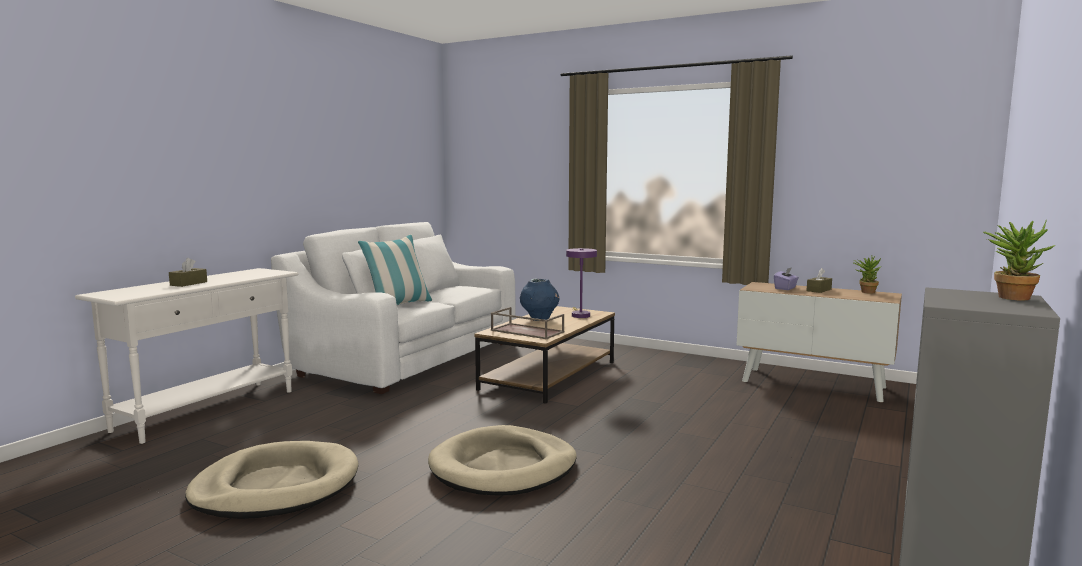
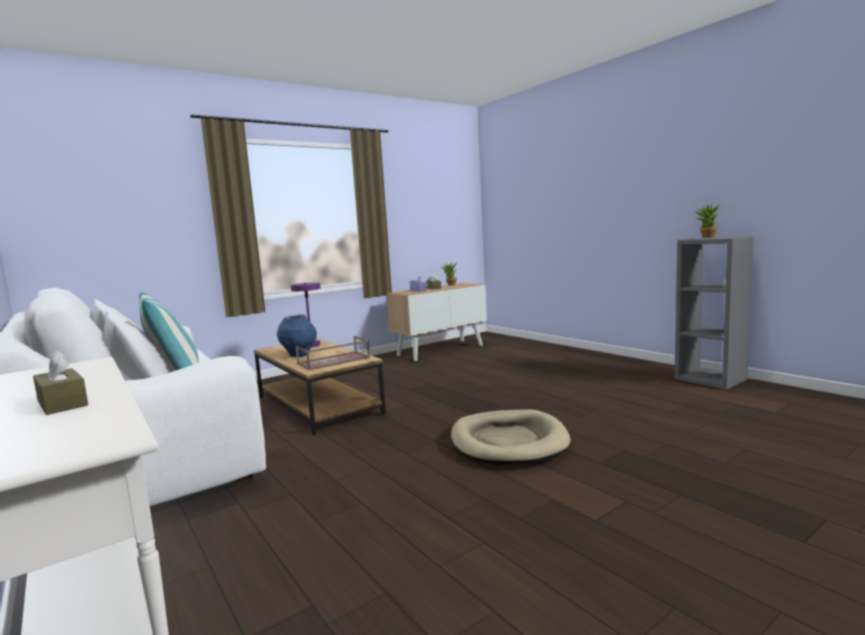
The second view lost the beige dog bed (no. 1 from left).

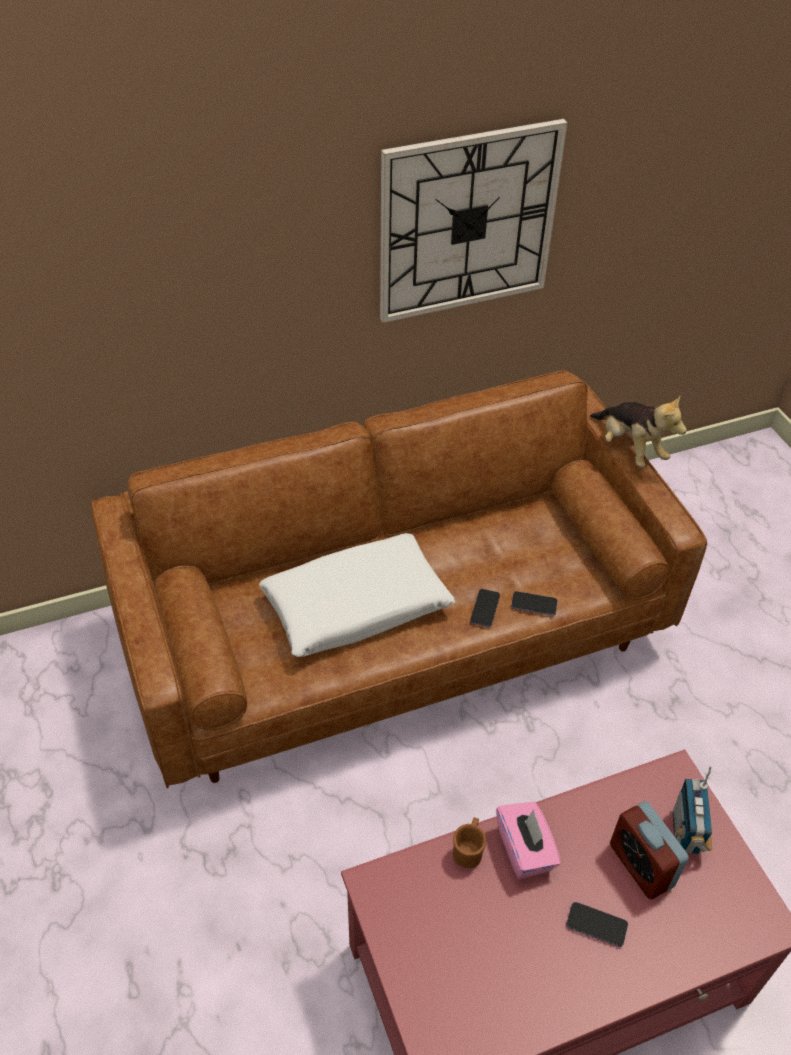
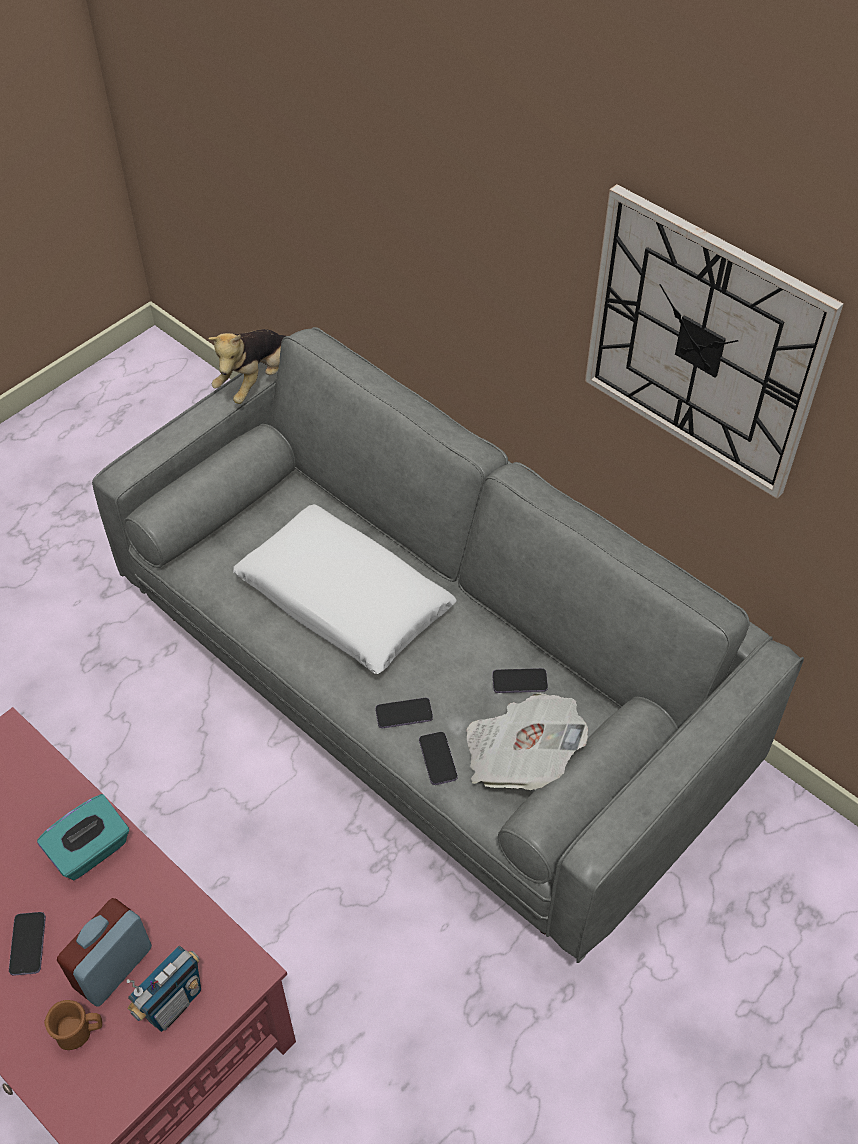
What was the brown sofa turned into the grey sofa. The plush toy ended up elsewhere. The radio ended up facing another way, 150 degrees clockwise from before. What was the pink tissue box turned into the turquoise tissue box. The brown mug ended up elsewhere. The second view gained the phone (no. 4 from left). The second view gained the newspaper.

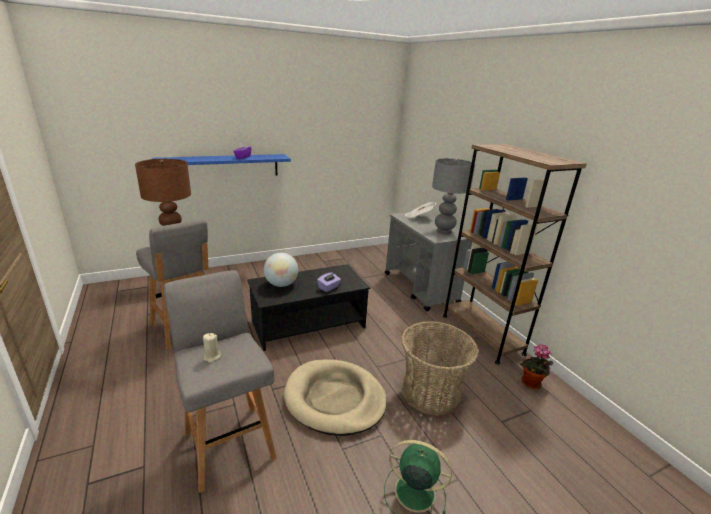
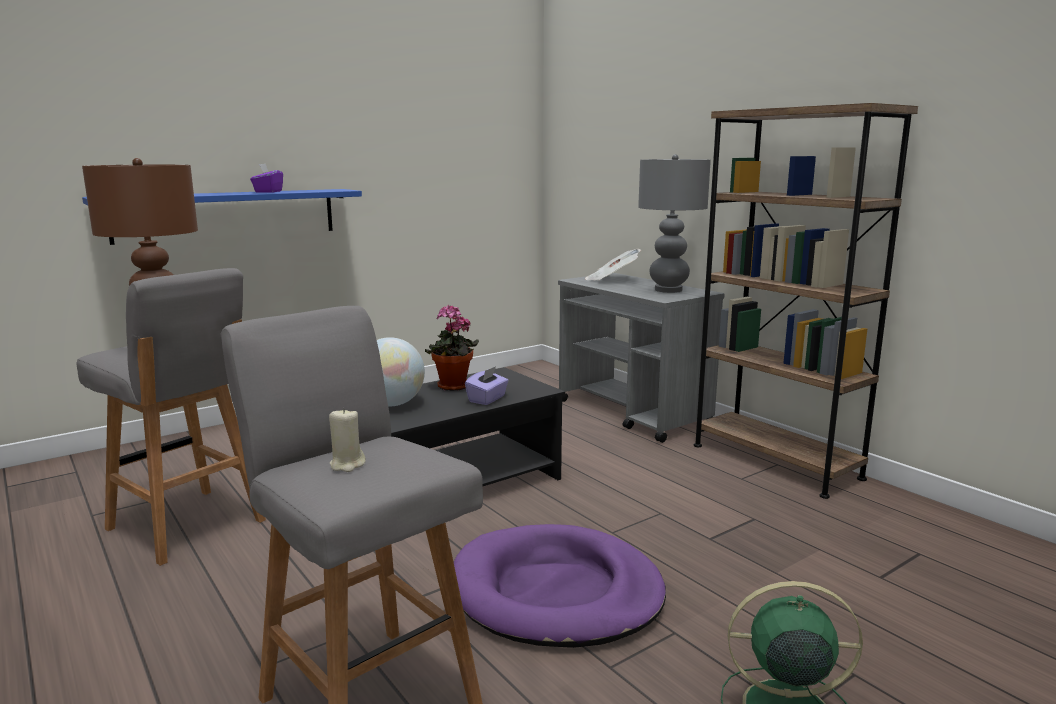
The second view lost the basket. The potted plant ended up elsewhere. What was the beige dog bed turned into the purple dog bed.

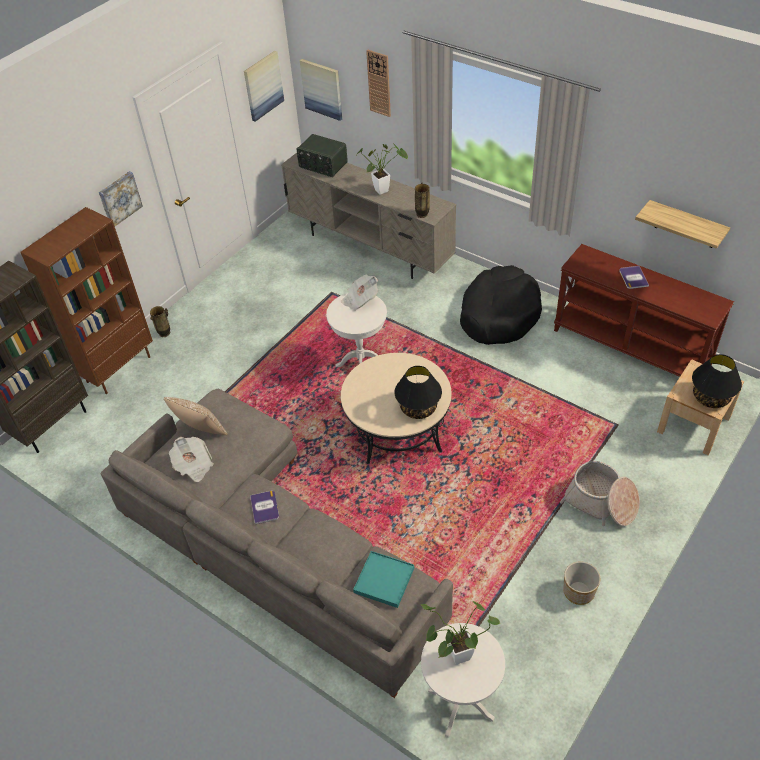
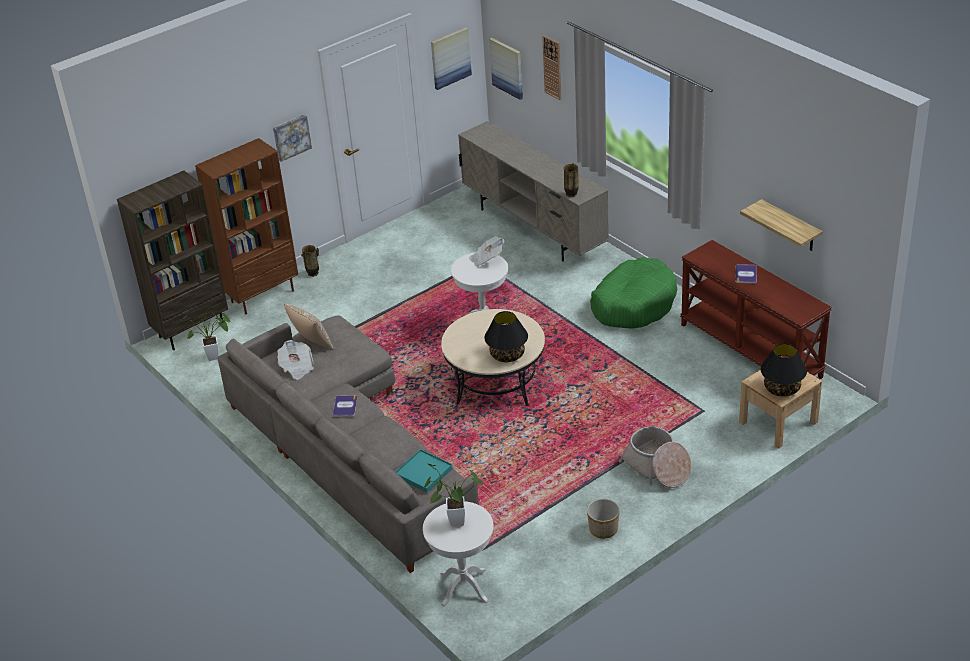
The second view lost the radio. The potted plant (no. 1 from left) ended up elsewhere. What was the black dog bed turned into the green dog bed.

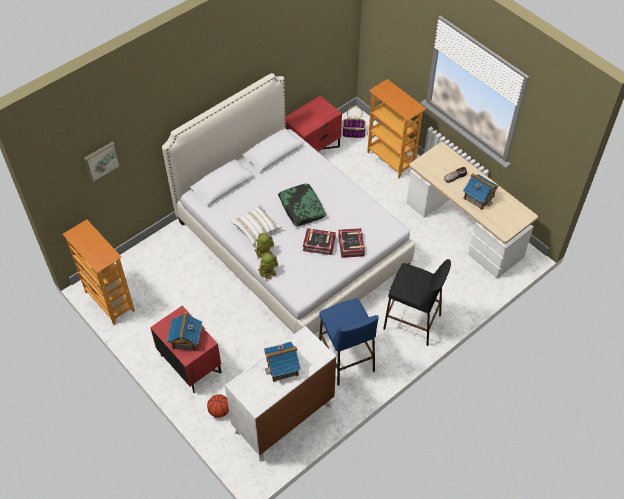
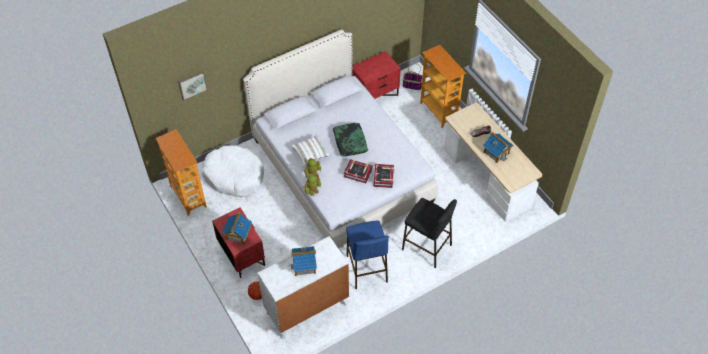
The second view gained the white dog bed.

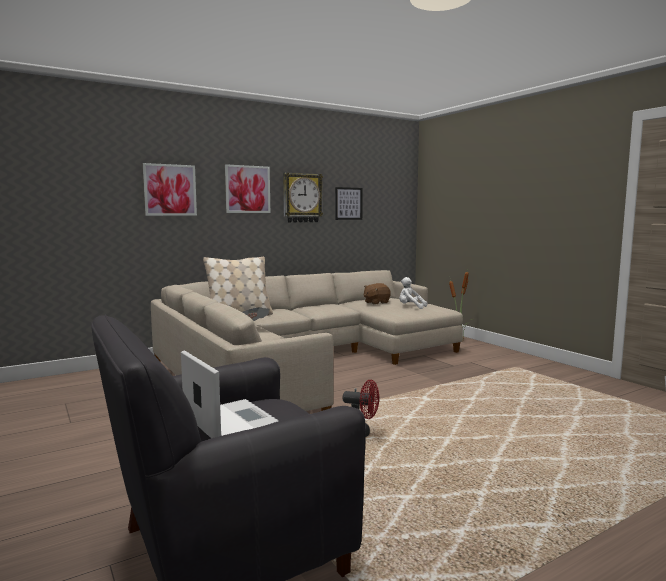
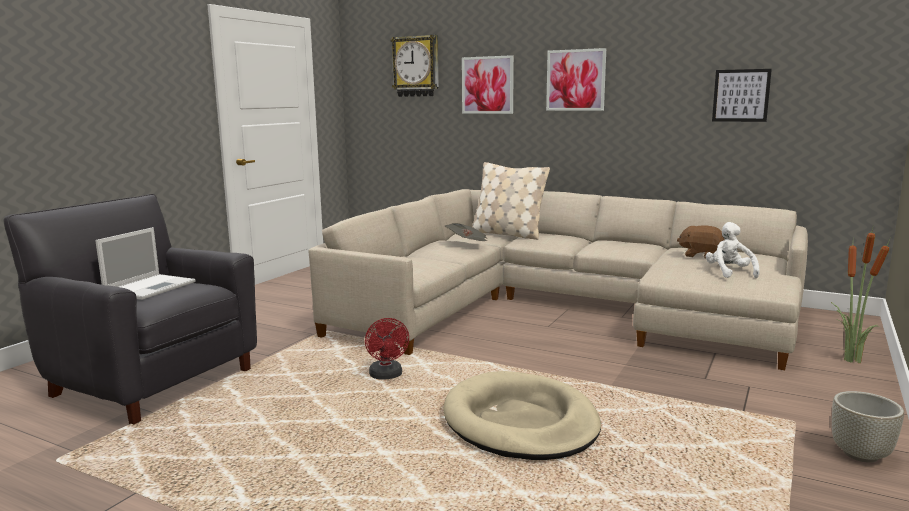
The wall clock ended up elsewhere. The second view gained the beige dog bed. The second view gained the grey planter.

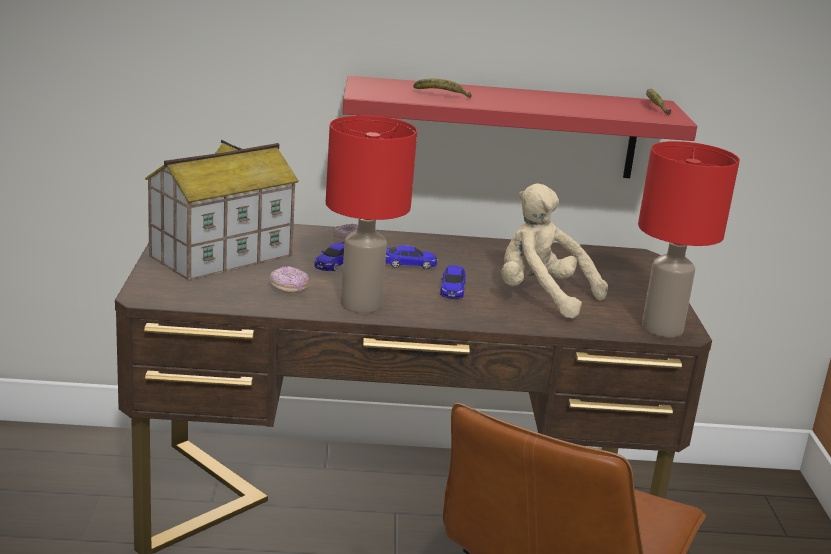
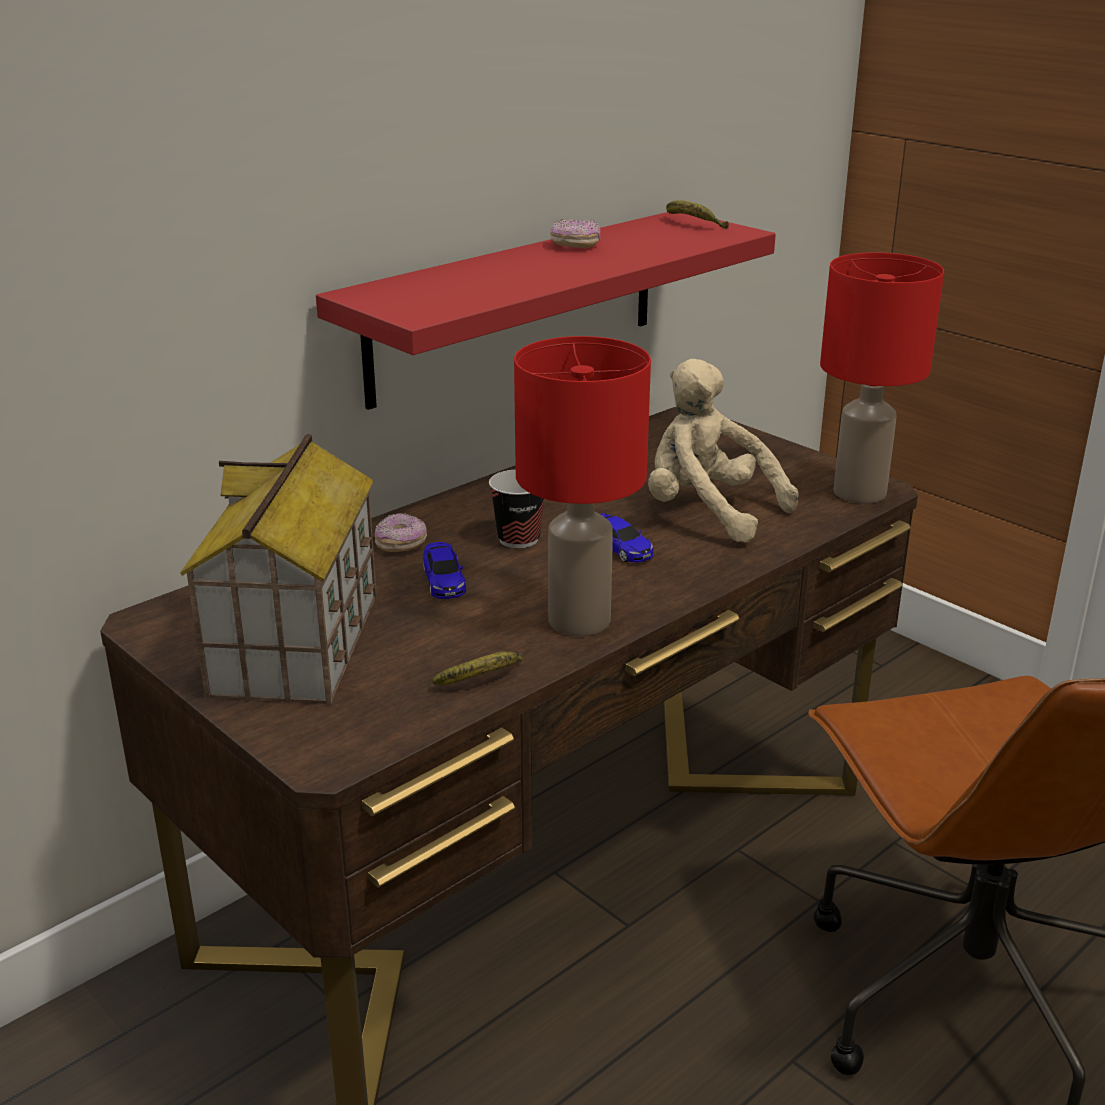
The banana (no. 1 from left) ended up elsewhere. The beige plush toy ended up facing another way, 45 degrees clockwise from before. Where the toy car (no. 2 from left) stood, the cup came to stand. The donut (no. 1 from left in the first image) ended up elsewhere.

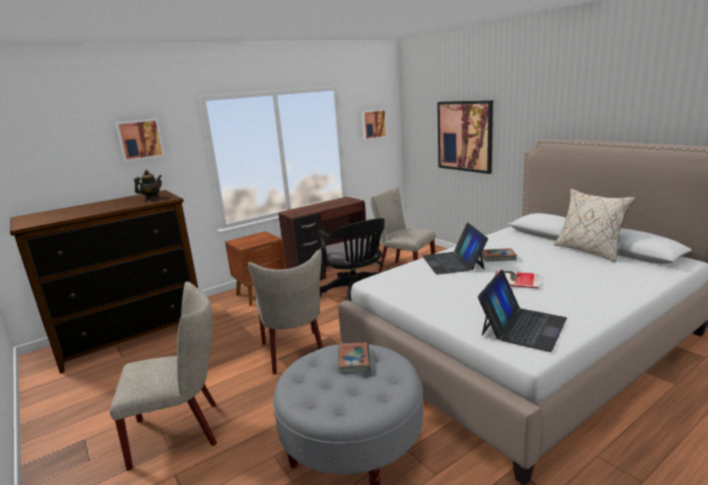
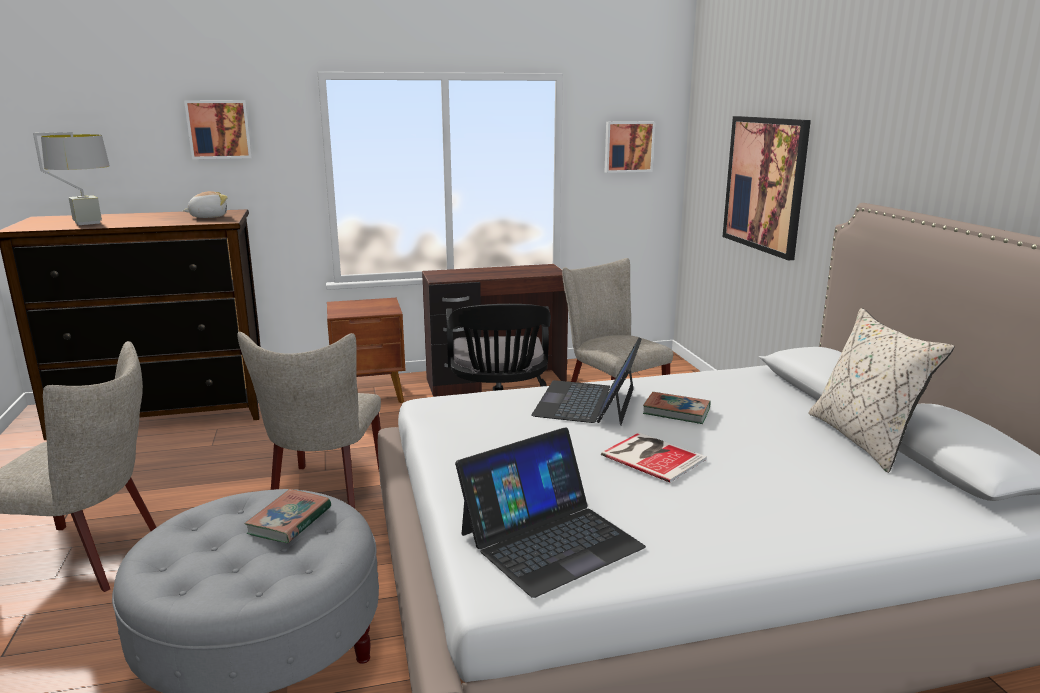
Where the teapot stood, the plush toy came to stand. The second view gained the grey table lamp.

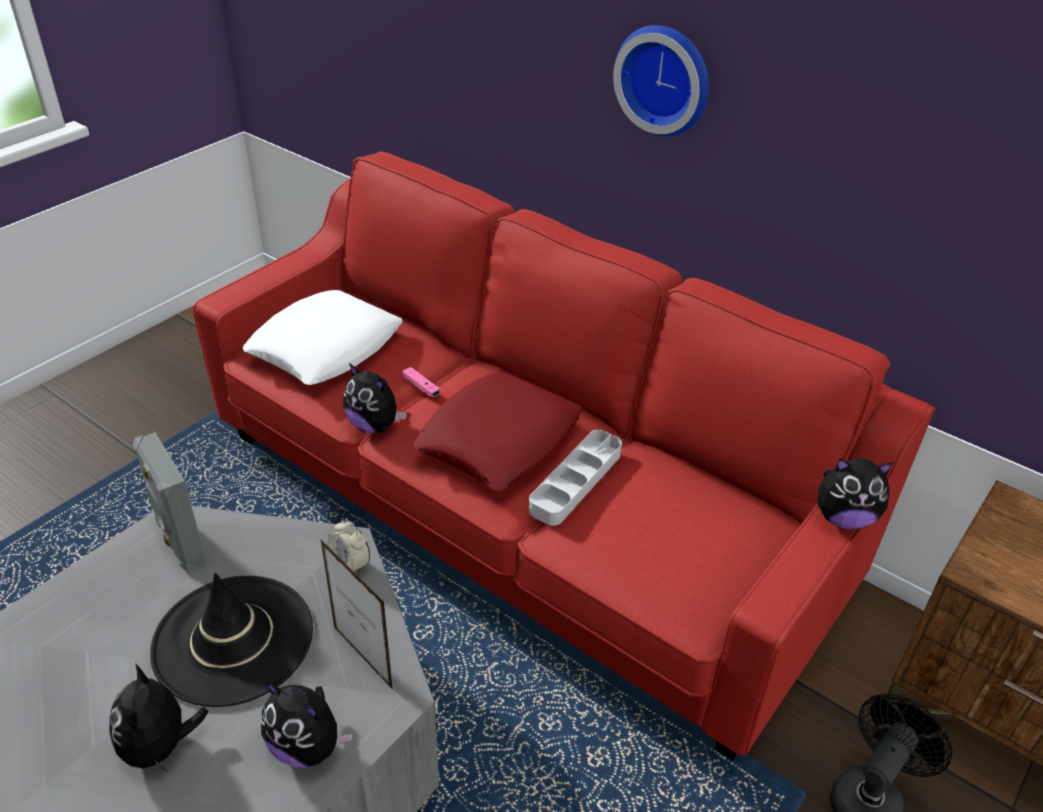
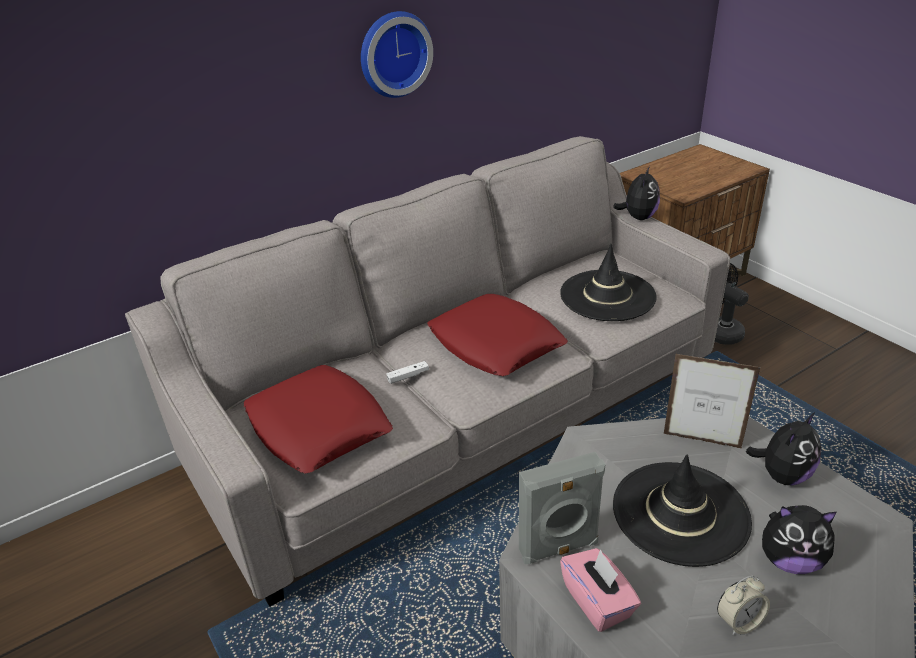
What was the red sofa turned into the grey sofa. What was the white pillow turned into the red pillow (no. 1 from left). The second view lost the plush toy (no. 3 from left). What was the pink game controller turned into the white game controller. The second view lost the grey tray. The alarm clock ended up elsewhere. The picture frame ended up facing another way, 45 degrees clockwise from before. The second view gained the black hat (no. 1 from left). The second view gained the pink tissue box.

